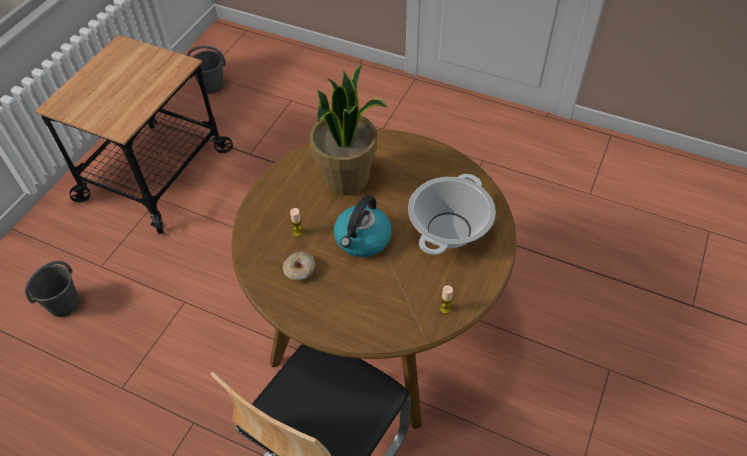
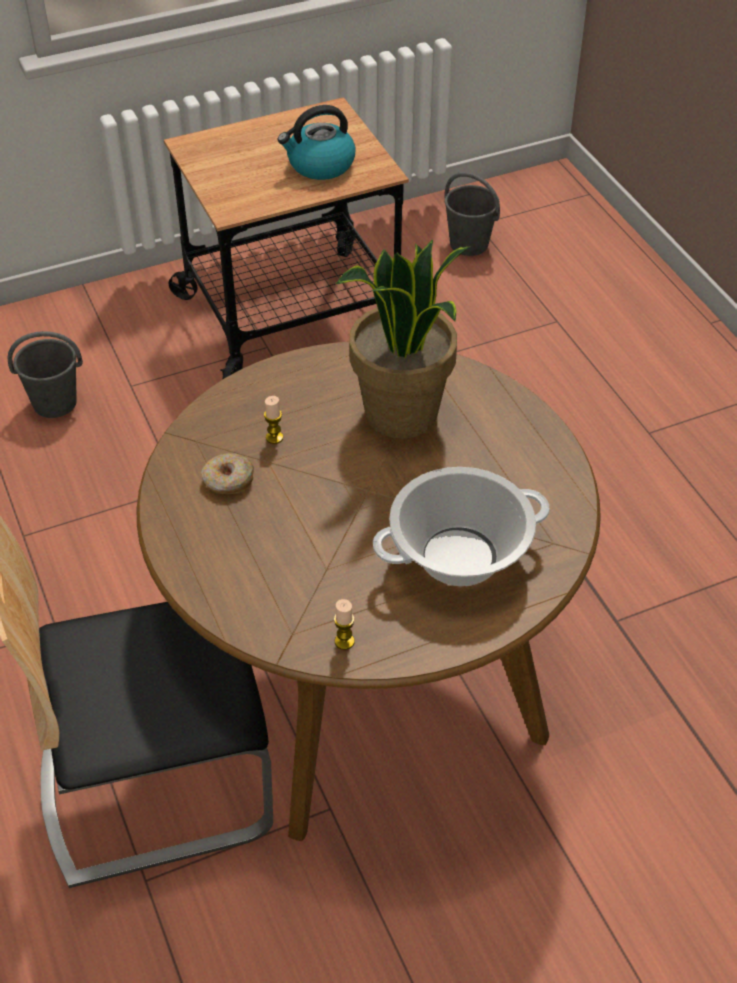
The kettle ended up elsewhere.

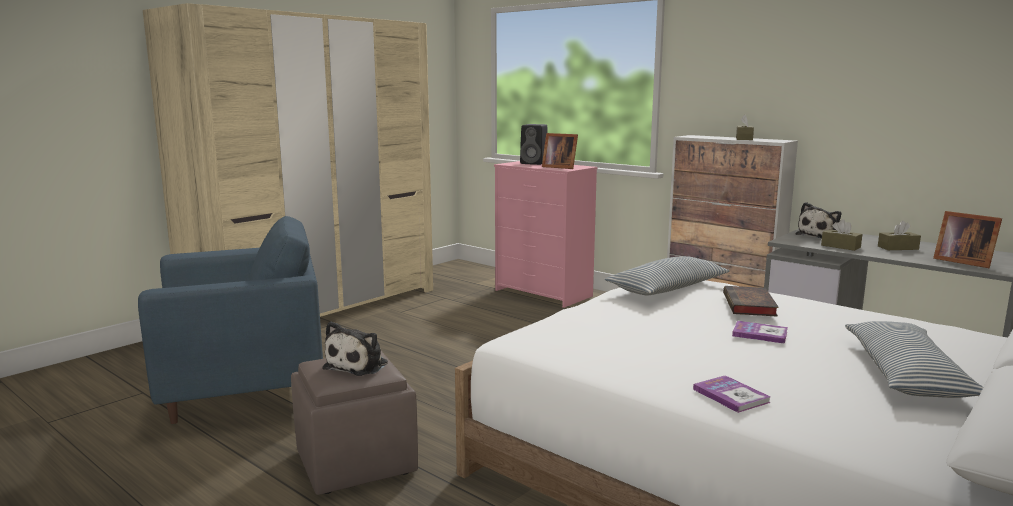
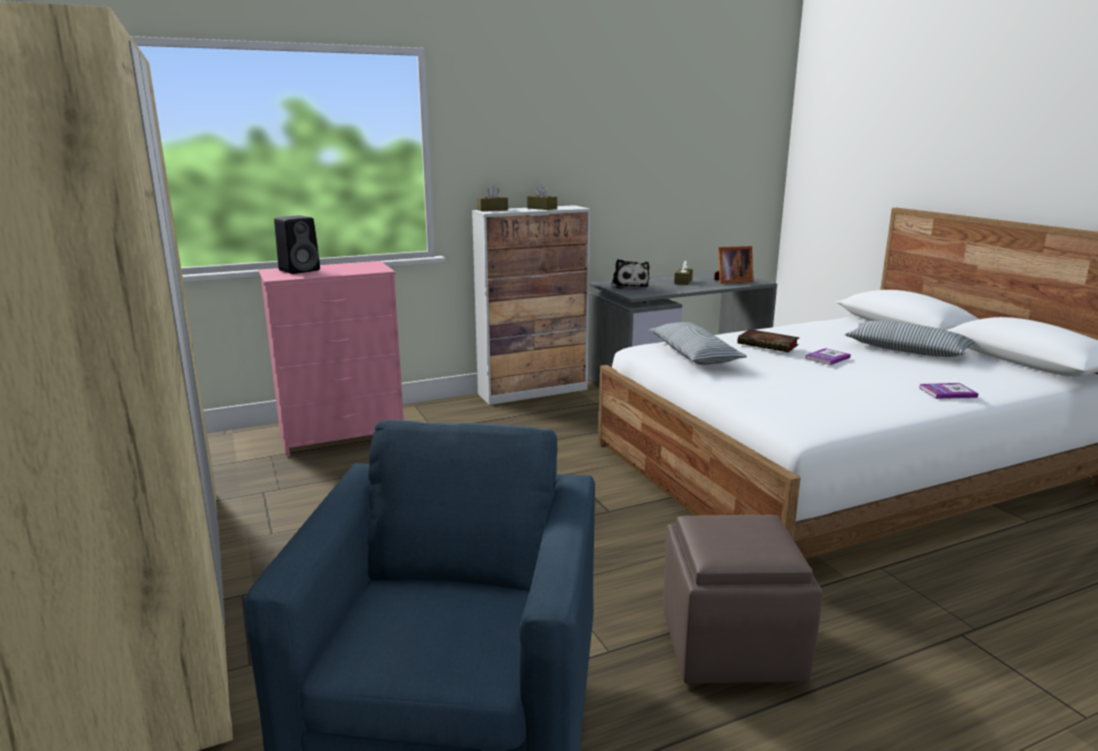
The second view lost the picture frame (no. 1 from left). The brown tissue box (no. 2 from left in the first image) ended up elsewhere. The second view lost the plush toy (no. 1 from left).

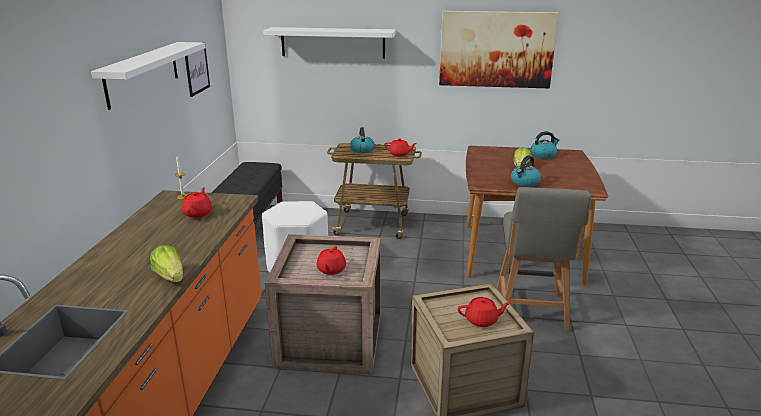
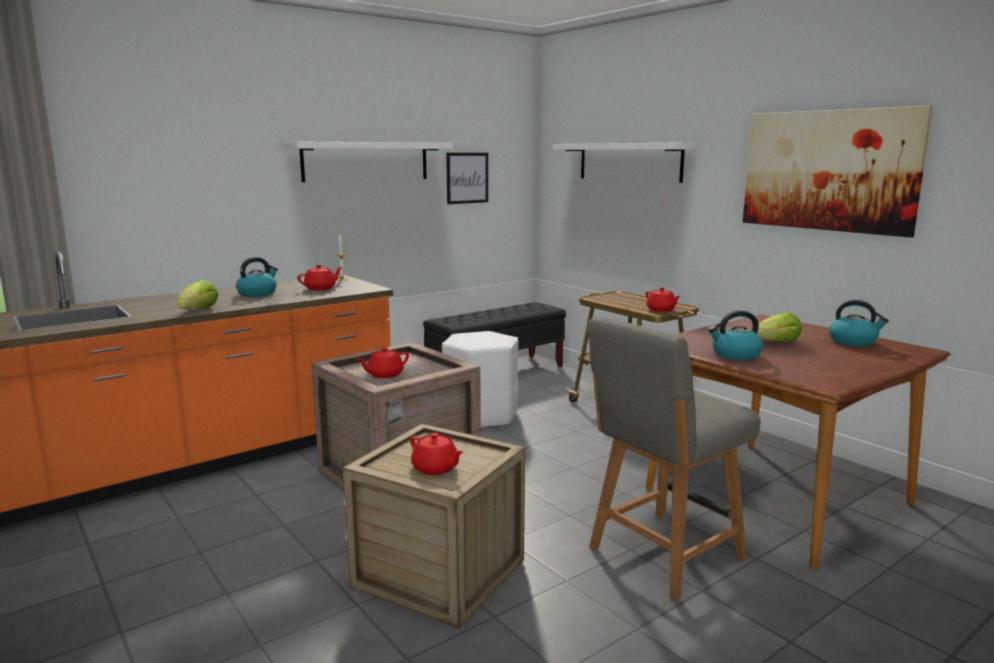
The kettle (no. 1 from left) ended up elsewhere.

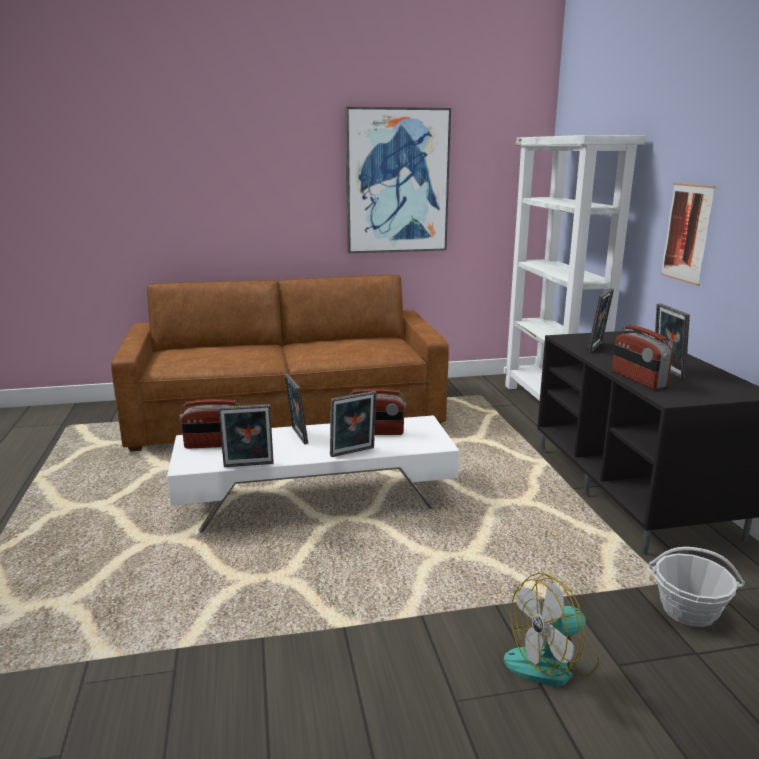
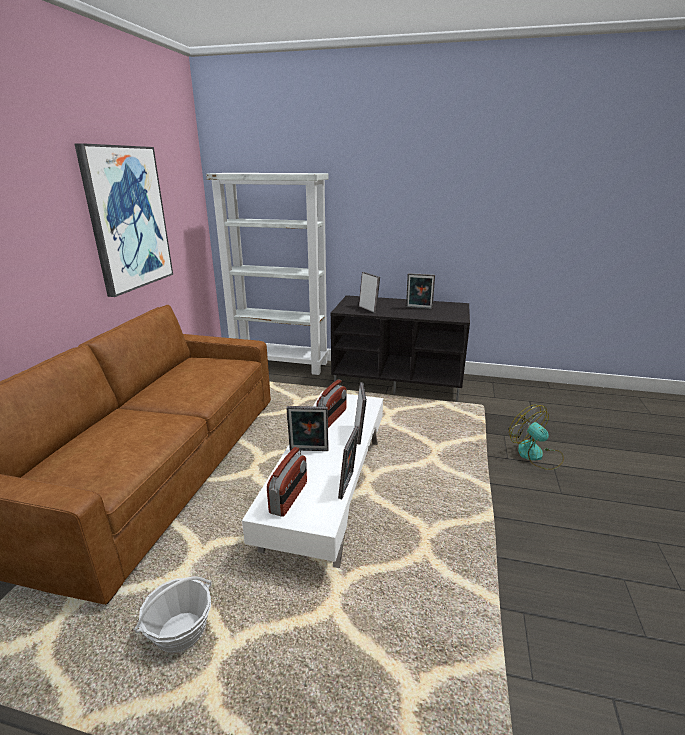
The second view lost the picture (no. 2 from left). The second view lost the radio (no. 3 from left). The basket ended up elsewhere. The fan ended up facing another way, 150 degrees clockwise from before.

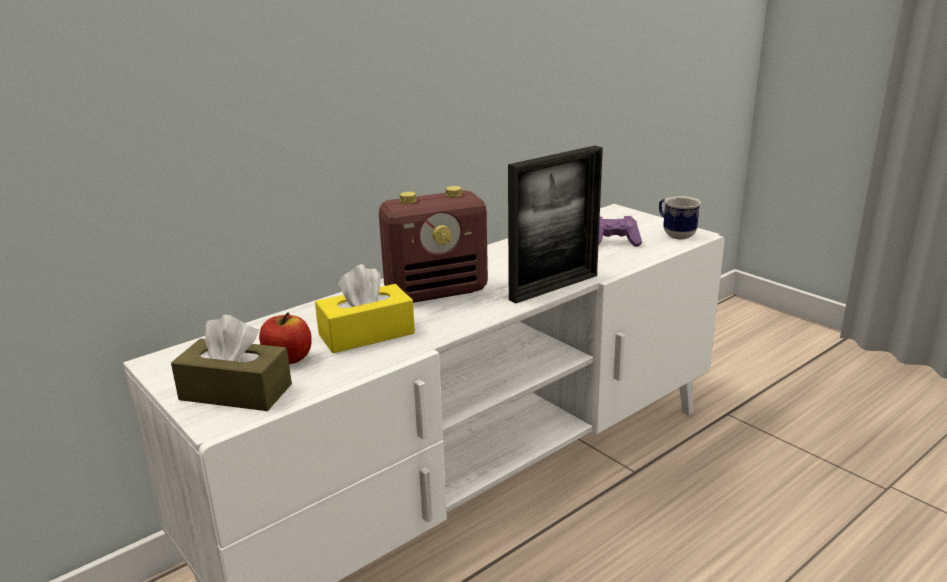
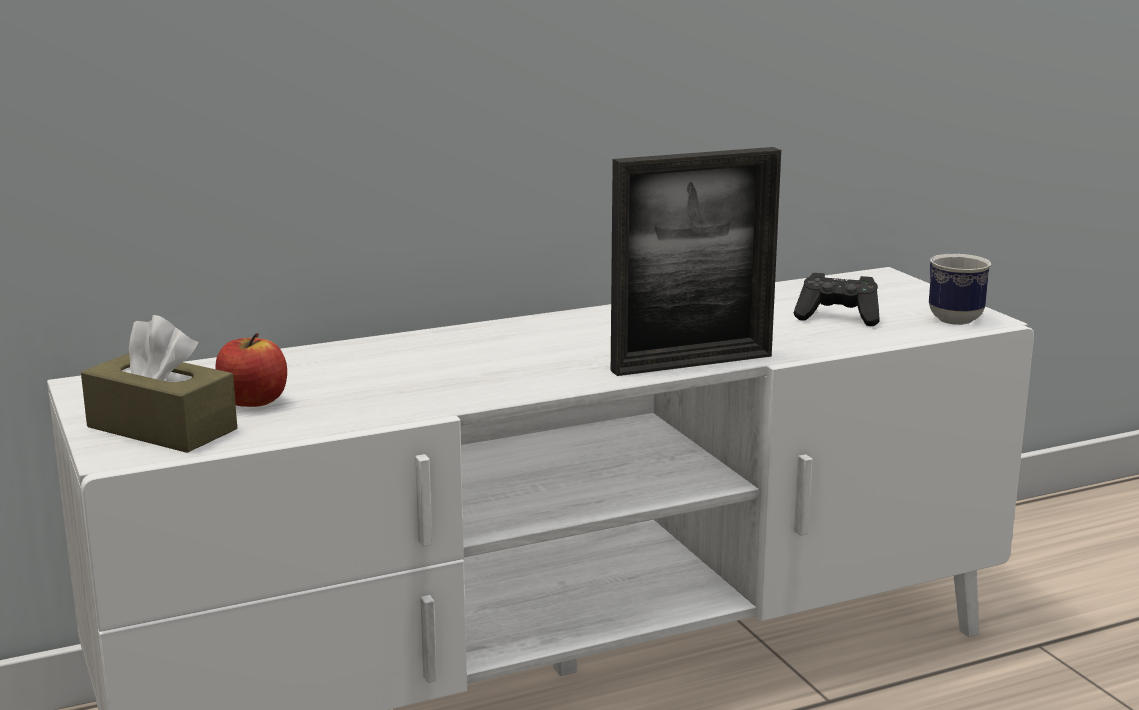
The second view lost the radio. What was the purple game controller turned into the black game controller. The second view lost the yellow tissue box.

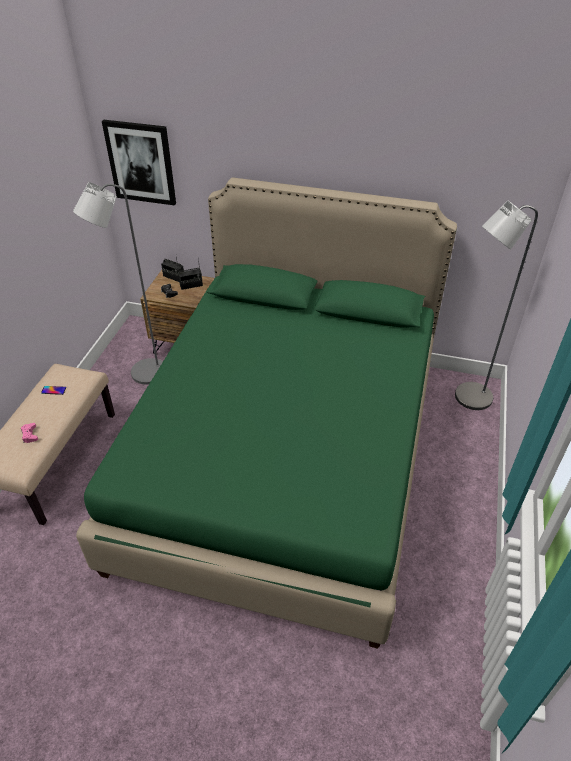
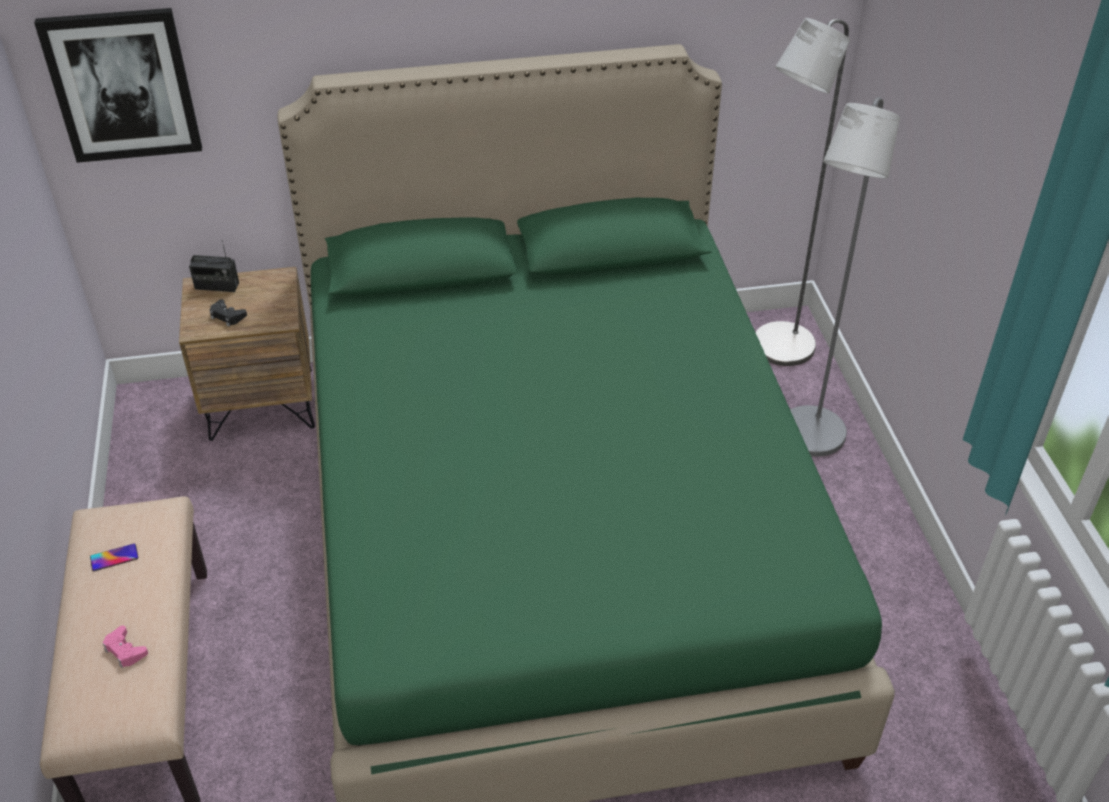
The grey floor lamp (no. 1 from left in the first image) ended up elsewhere. The second view lost the radio (no. 2 from left).

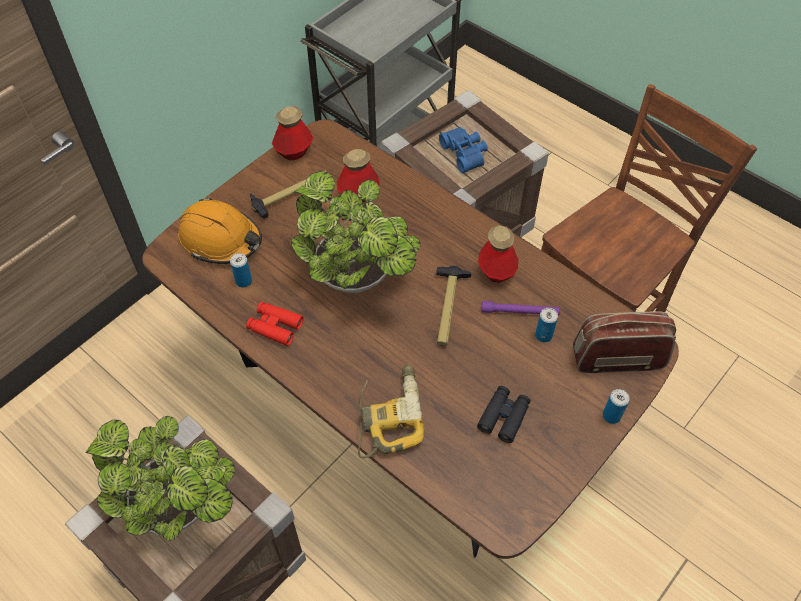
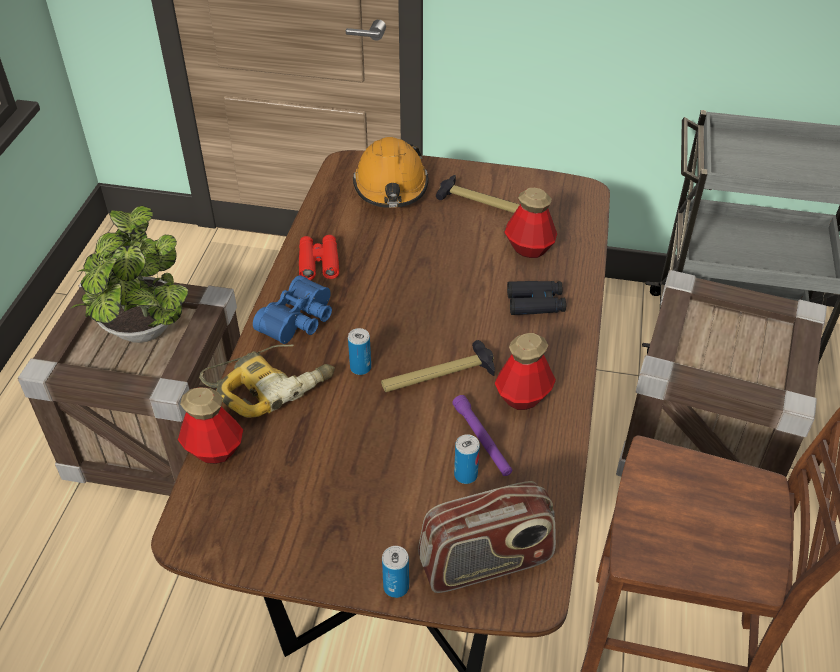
The bottle (no. 1 from left) ended up elsewhere. The blue binoculars ended up elsewhere. The second view lost the potted plant (no. 2 from left). The can (no. 1 from left) ended up elsewhere. The radio ended up facing another way, 105 degrees clockwise from before. The black binoculars ended up elsewhere.

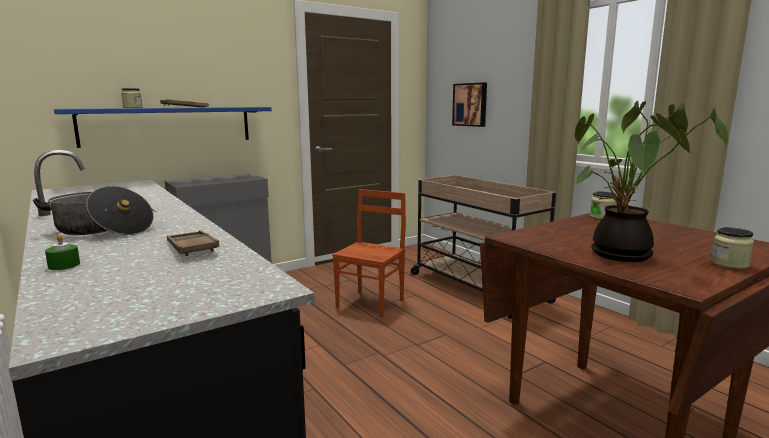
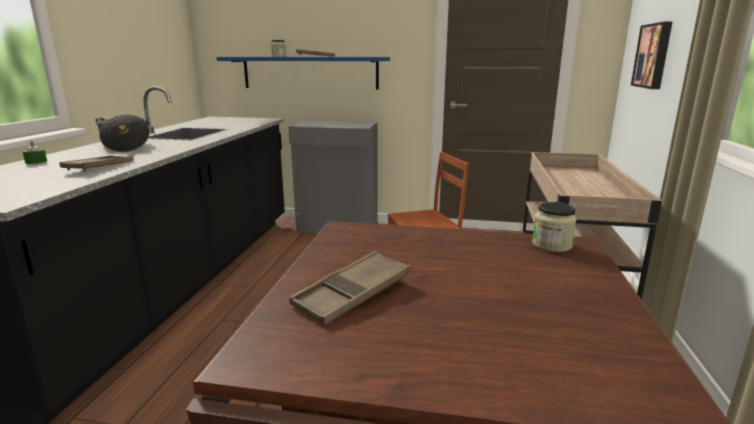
Where the potted plant stood, the brown tray (no. 3 from left) came to stand. The second view lost the jar (no. 3 from left).

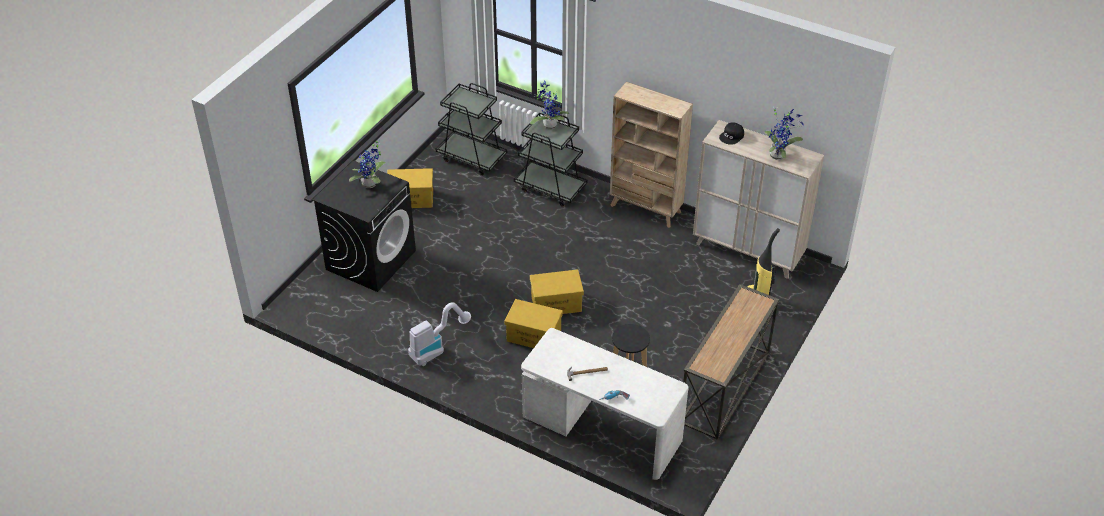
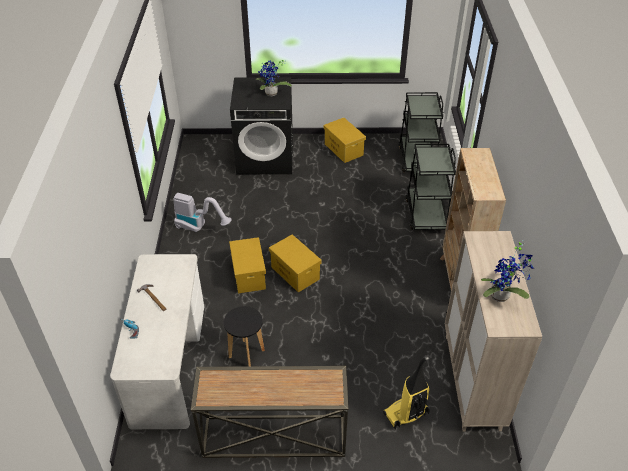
The second view lost the potted plant (no. 2 from left). The second view lost the black cap.

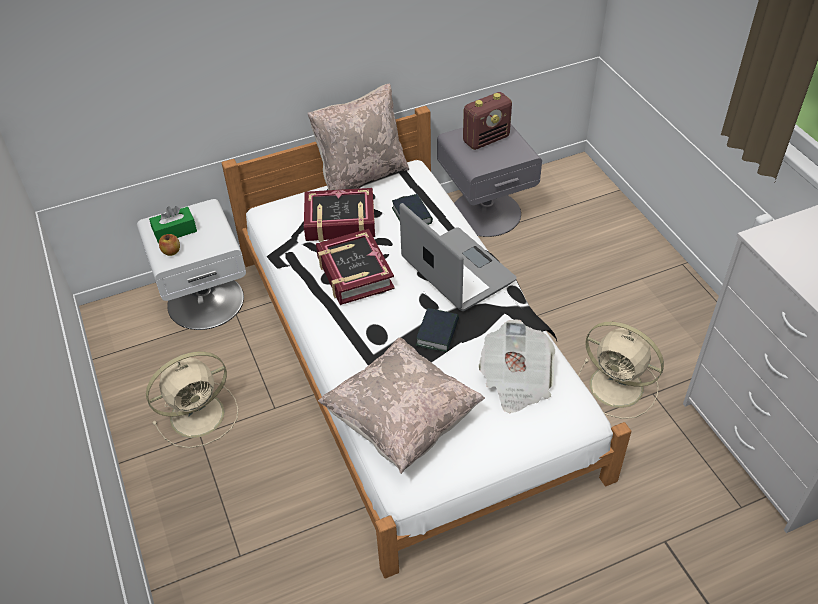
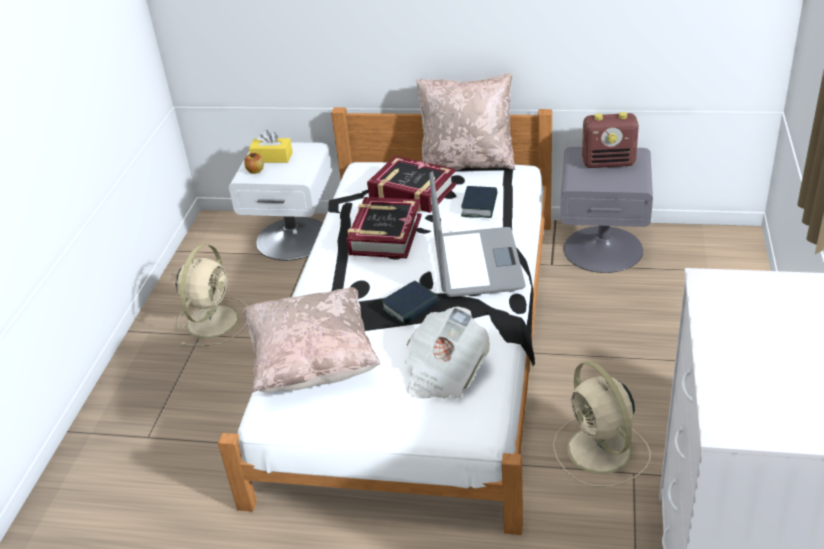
What was the green tissue box turned into the yellow tissue box. The beige fan (no. 1 from left) ended up facing another way, 75 degrees counterclockwise from before.

